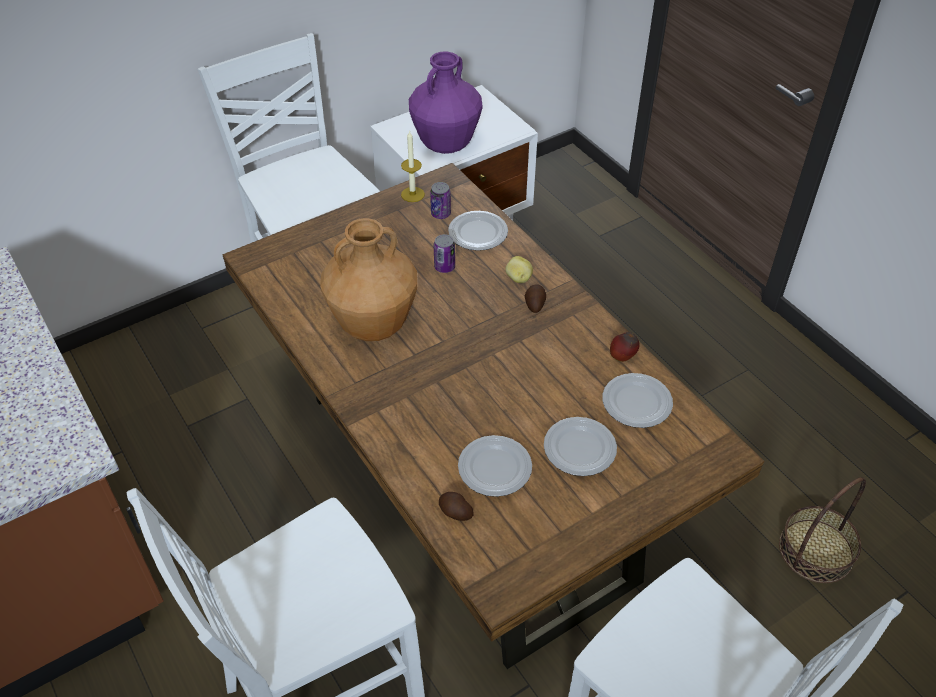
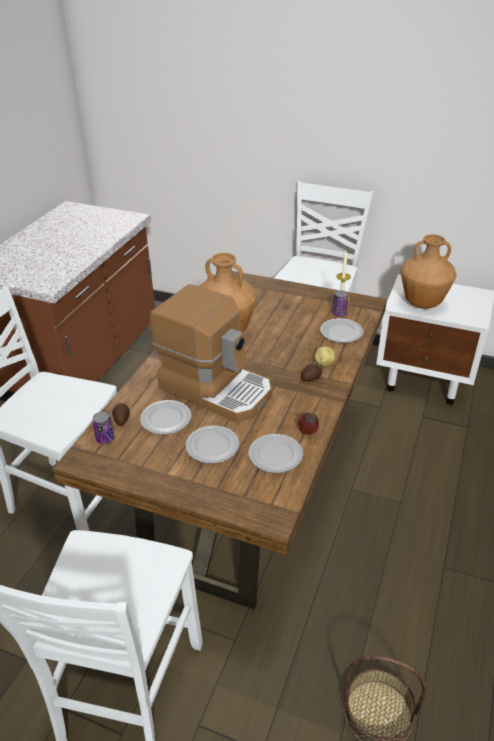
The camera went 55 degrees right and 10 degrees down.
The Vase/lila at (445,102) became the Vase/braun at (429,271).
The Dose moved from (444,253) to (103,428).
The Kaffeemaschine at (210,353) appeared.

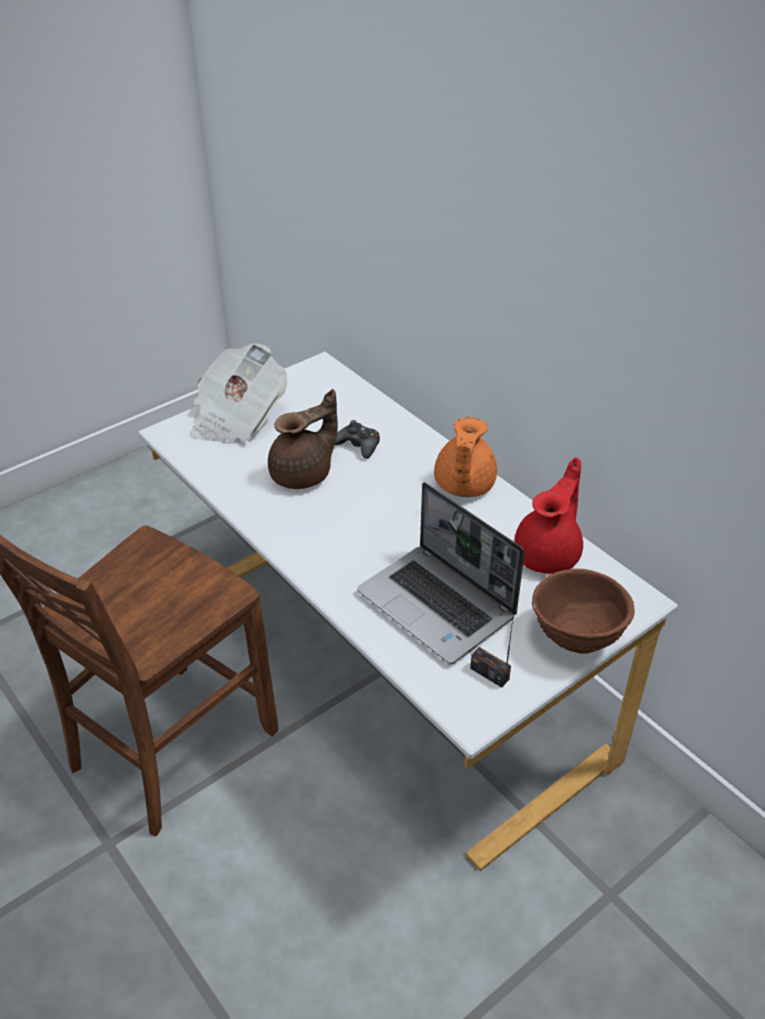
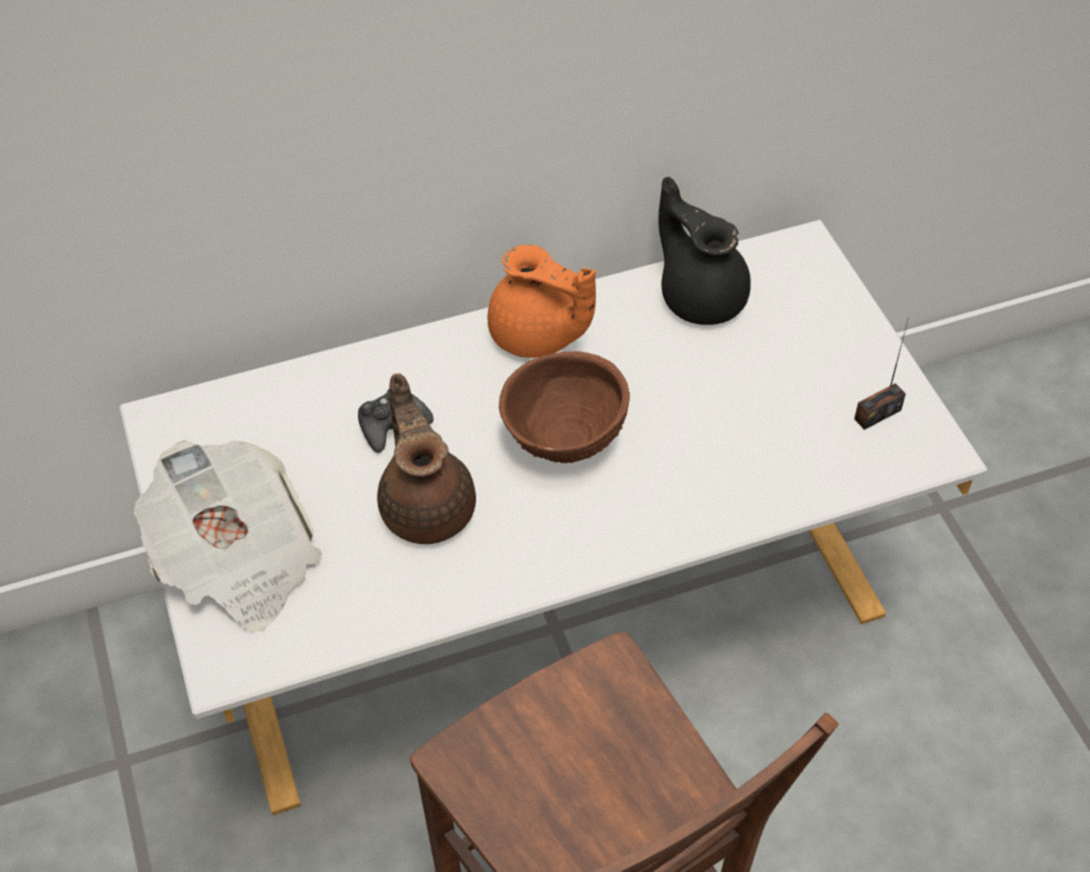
The camera went 70 degrees left and 10 degrees up.
The Teekanne/rot at (548,515) became the Teekanne/schwarz at (705,251).
The Laptop at (441,573) disappeared.
The Schüssel/braun moved from (583,611) to (564,407).

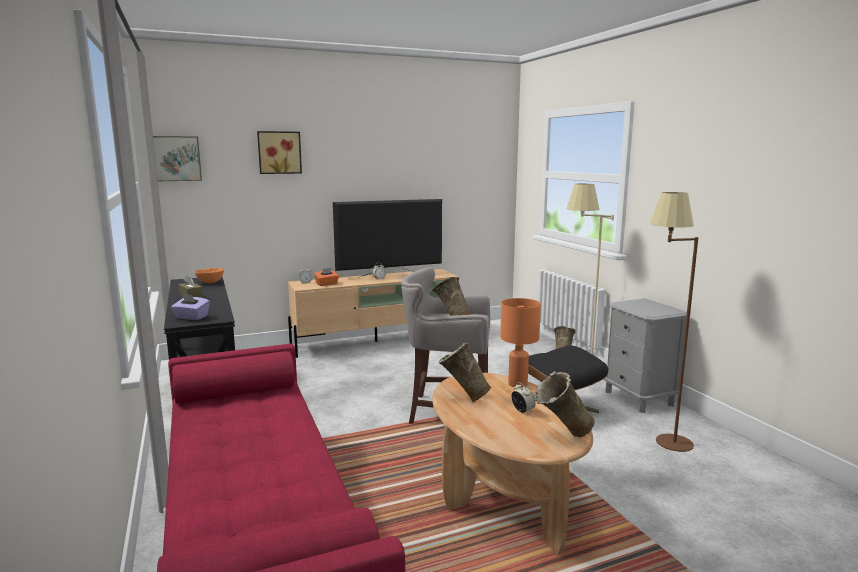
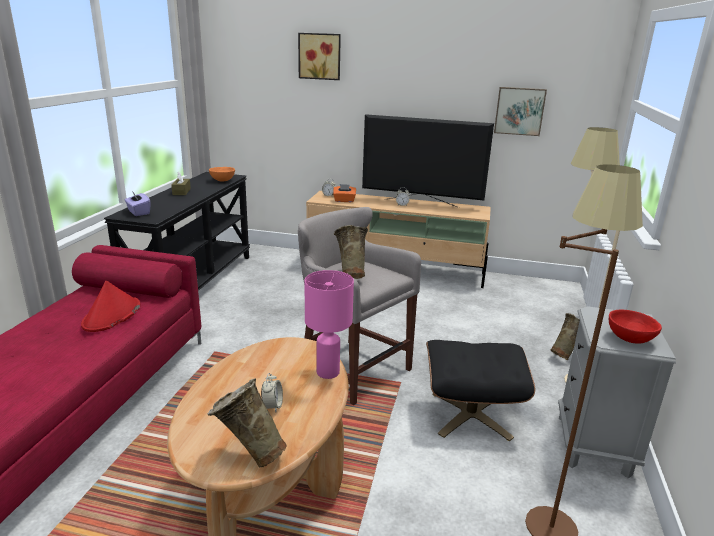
The camera went 35 degrees right and 10 degrees up.
The Bild moved from (177,158) to (520,111).
The Tischlampe/orange at (520,343) became the Tischlampe/rosa at (329,324).
The Vase/beige at (465,372) disappeared.
The Hut/rot at (110,306) appeared.
The Schüssel/rot at (635,327) appeared.

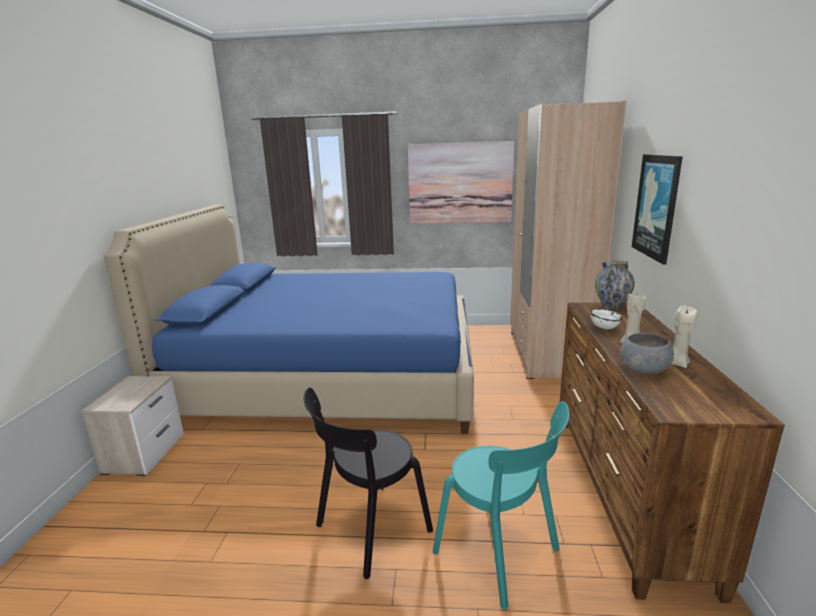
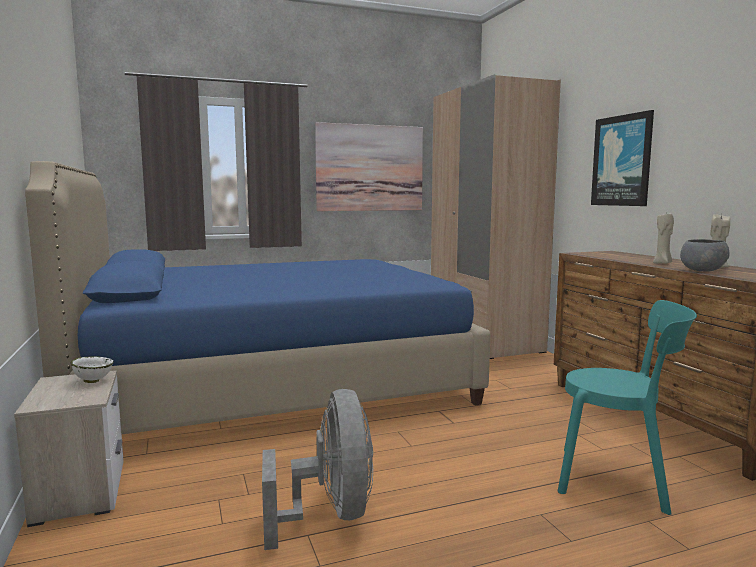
The camera went 25 degrees left and 10 degrees down.
The Vase at (615,286) disappeared.
The Schüssel/weiß moved from (606,320) to (92,369).
The Stuhl/schwarz at (368,483) disappeared.
The Ventilator/grau at (317,469) appeared.

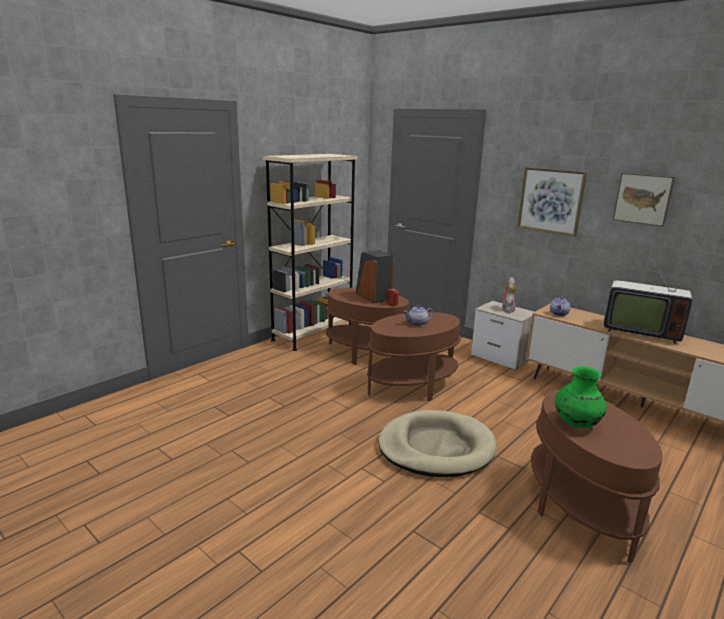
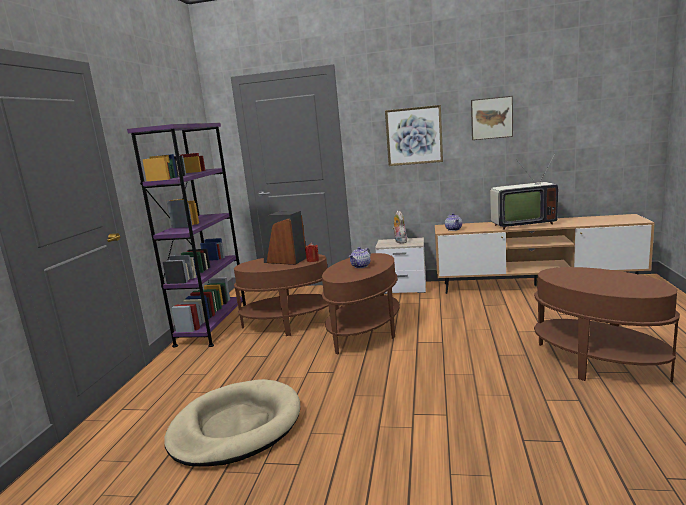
The camera went 30 degrees left and 5 degrees down.
The Bücherregal/beige at (310,252) became the Bücherregal/lila at (186,235).
The Vase/grün at (581,397) disappeared.
The Hundebett/beige moved from (437,443) to (232,423).

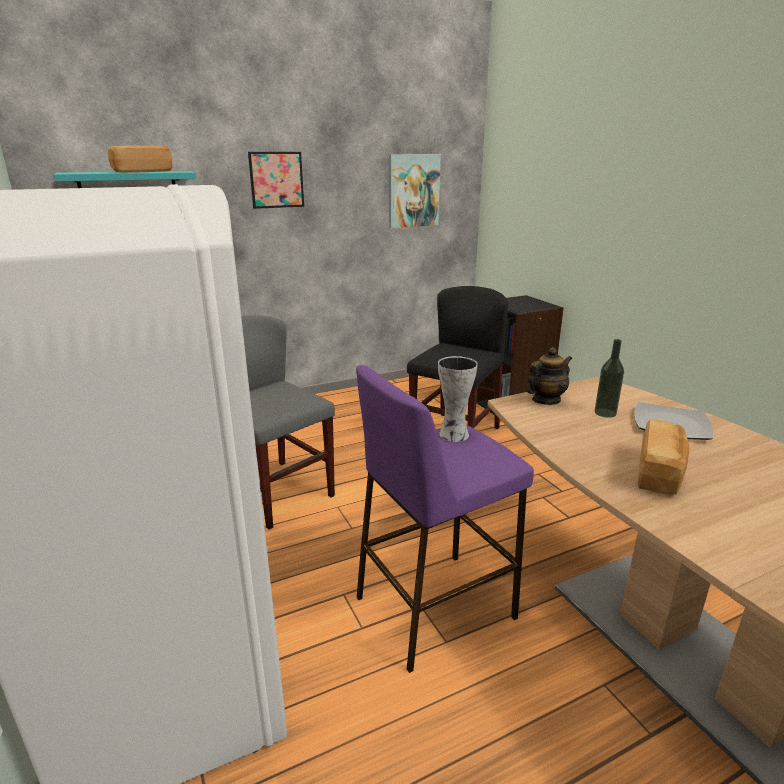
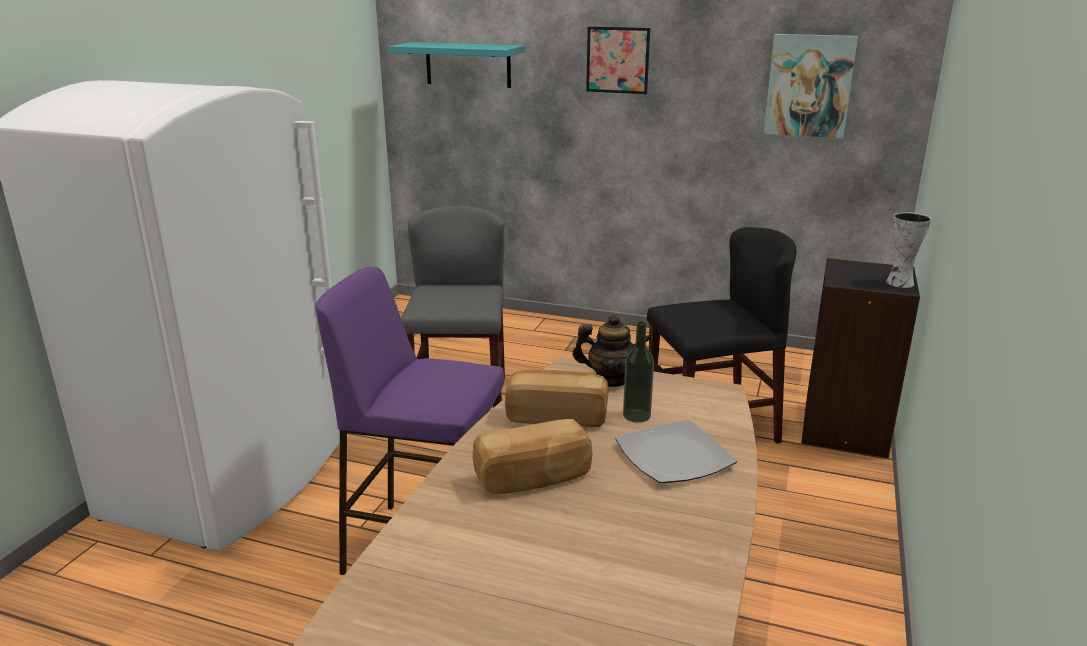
The camera went 45 degrees right and 0 degrees up.
The Brot moved from (140,159) to (557,398).
The Vase moved from (458,399) to (908,250).

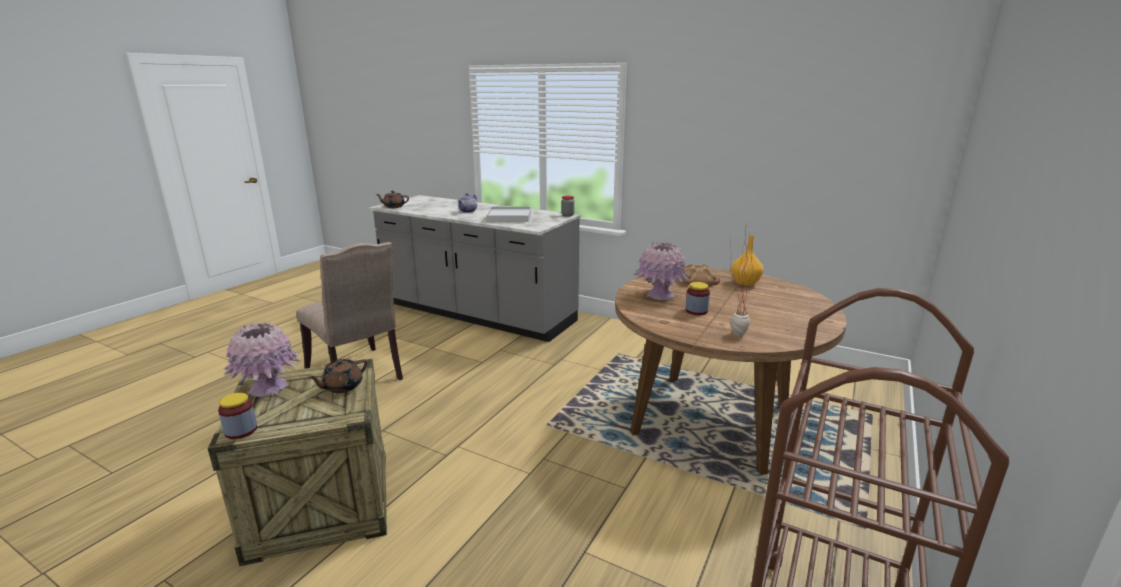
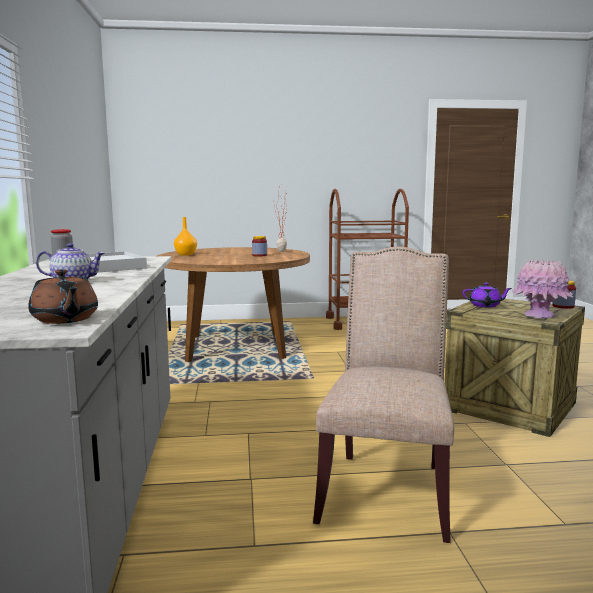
The camera went 125 degrees left and 10 degrees down.
The Vase/rosa at (661,271) disappeared.
The Brot at (698,275) disappeared.
The Teekanne/braun at (338,376) became the Teekanne/lila at (487,295).

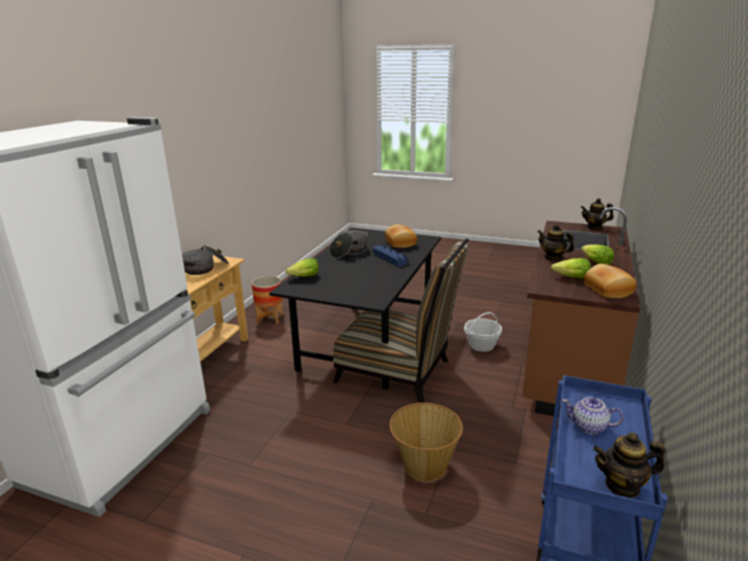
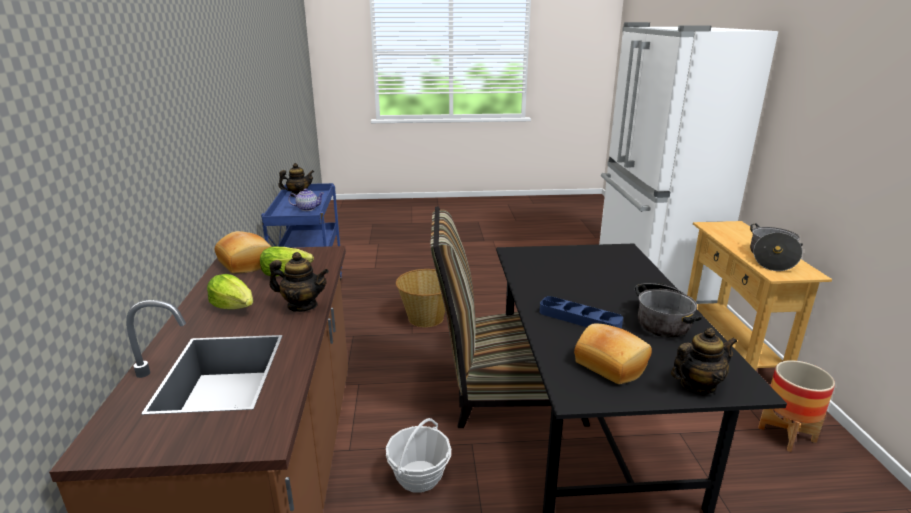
The camera went 155 degrees right and 0 degrees up.
The Teekanne moved from (597,214) to (704,361).
The Salatkopf at (302,267) disappeared.

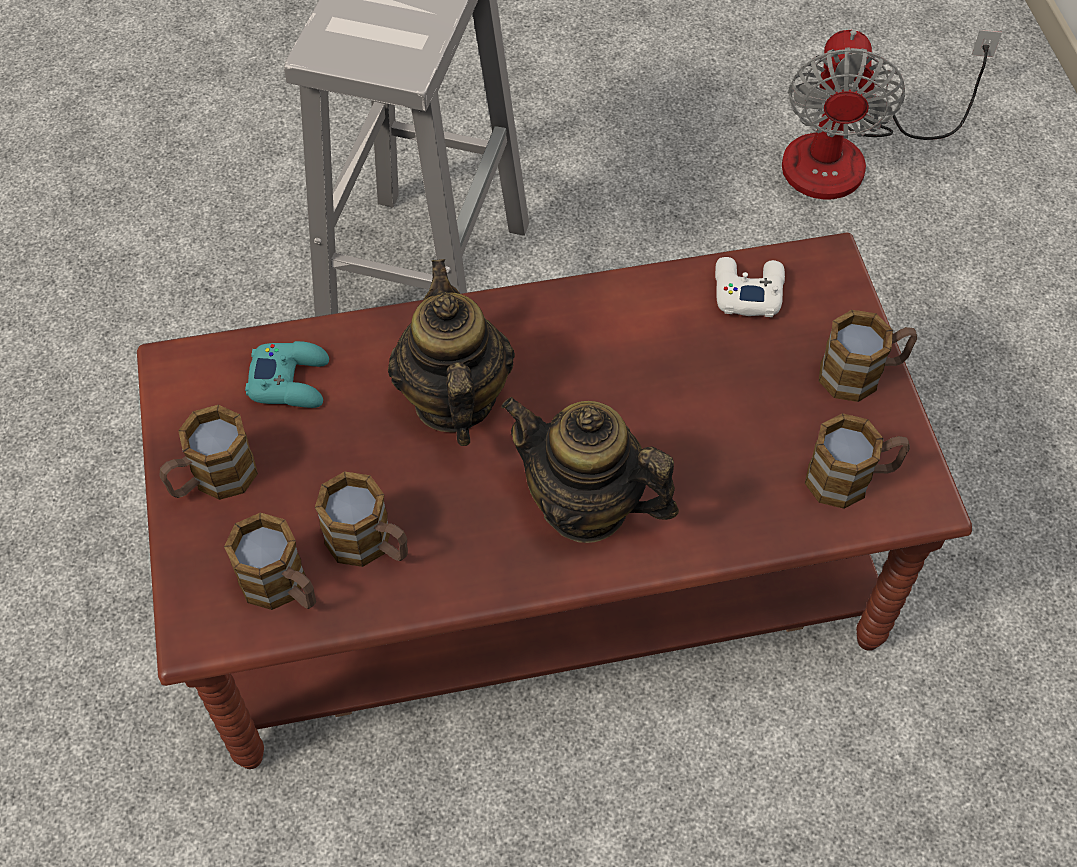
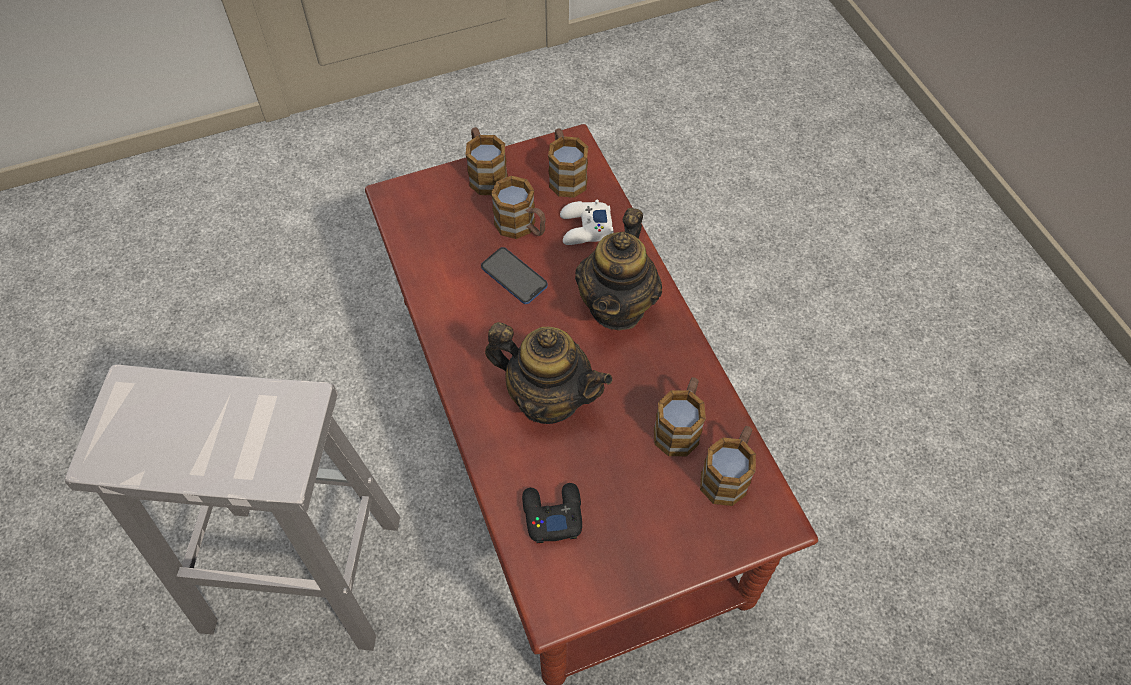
The camera went 100 degrees left and 0 degrees up.
The Ventilator at (892,115) disappeared.
The Gamepad/weiß moved from (750,287) to (586,222).
The Teekanne at (451,352) turned 135 degrees counterclockwise.
The Gamepad/türkis at (287,374) became the Gamepad/schwarz at (552,513).
The Henkelbecher moved from (208,452) to (518,207).
The Handy at (514,275) appeared.

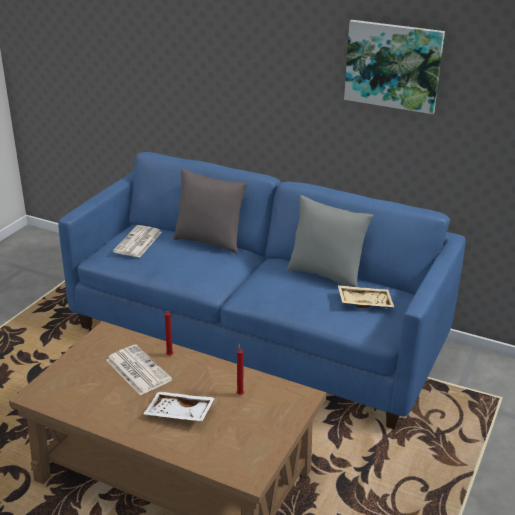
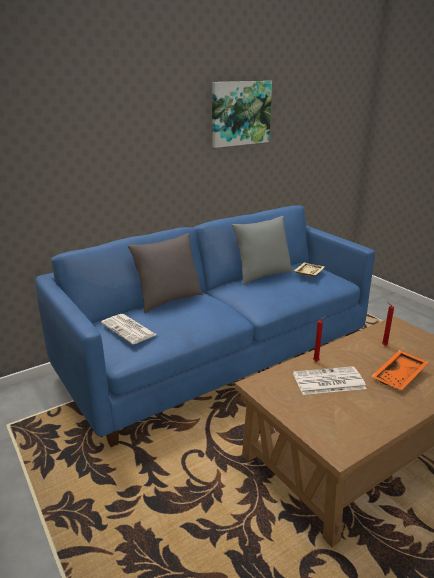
The camera went 60 degrees left and 5 degrees down.
The Tablett/weiß at (179,406) became the Tablett/orange at (400,370).

